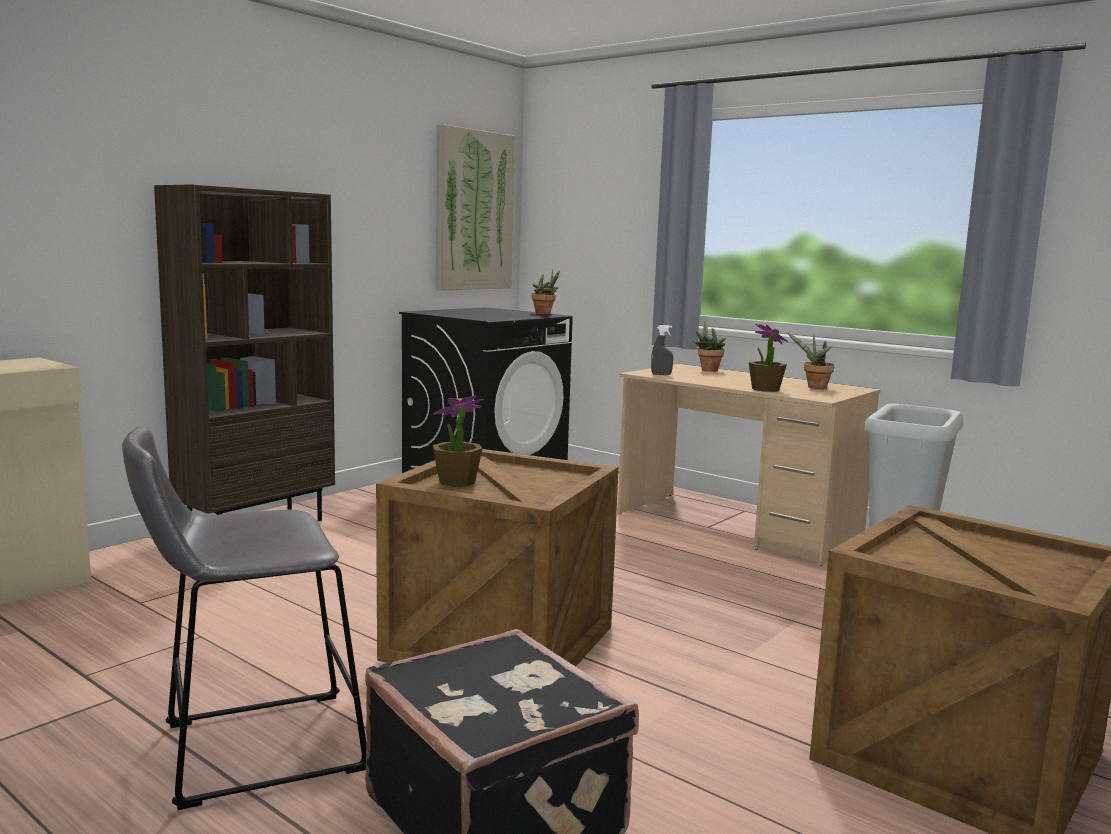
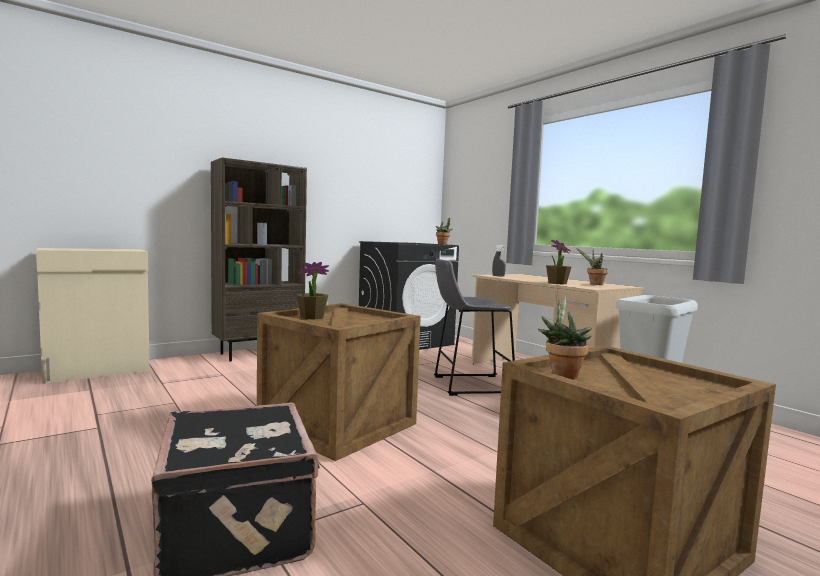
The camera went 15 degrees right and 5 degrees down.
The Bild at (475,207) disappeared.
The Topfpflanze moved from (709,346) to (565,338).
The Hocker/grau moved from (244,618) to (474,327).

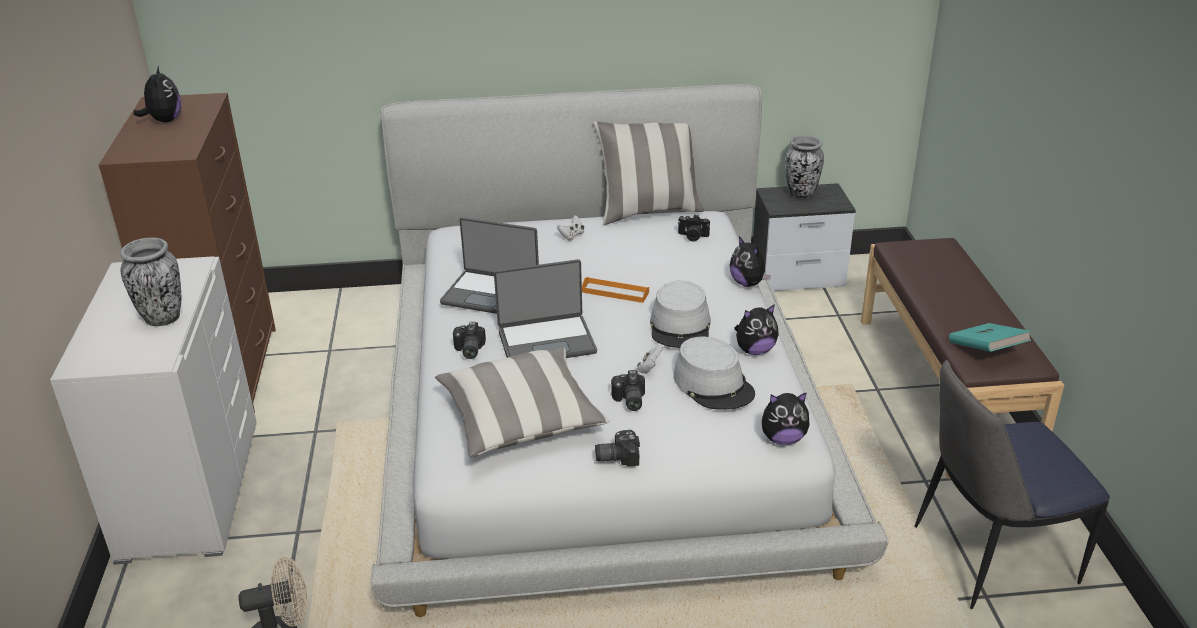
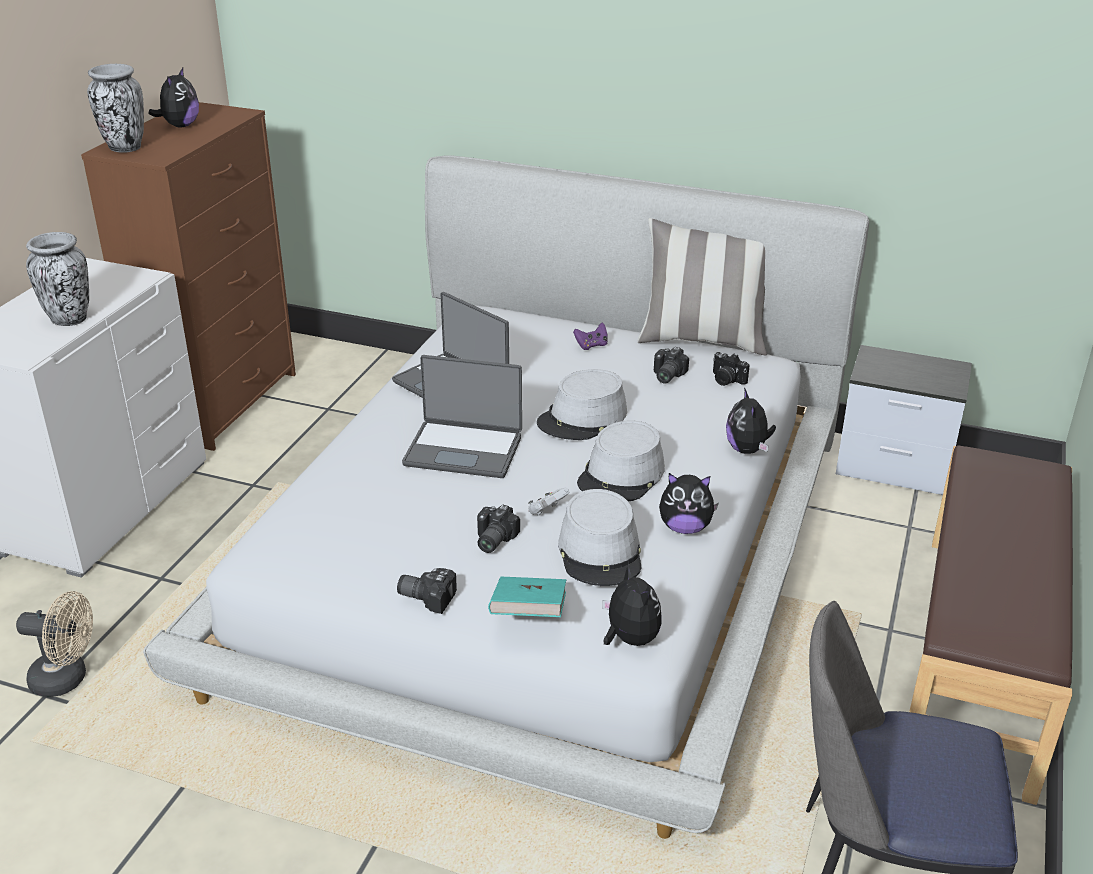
The camera went 25 degrees right and 0 degrees up.
The Vase moved from (804,167) to (115,108).
The Gamepad/weiß at (570,228) became the Gamepad/lila at (590,336).
The Tablett/orange at (615,290) was replaced by the Hut/grau at (582,404).
The Kamera moved from (469,340) to (671,365).
The Buch/türkis moved from (990,337) to (527,597).
The Kissen at (522,402) disappeared.
The Plüschtier at (785,418) turned 135 degrees counterclockwise.

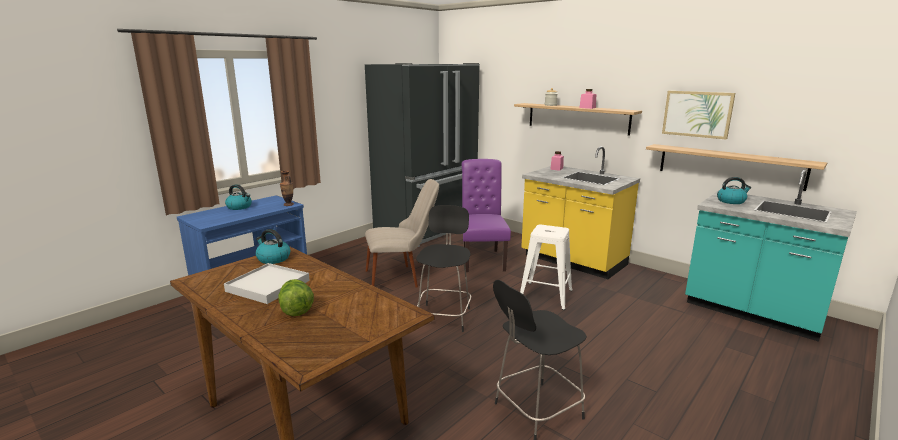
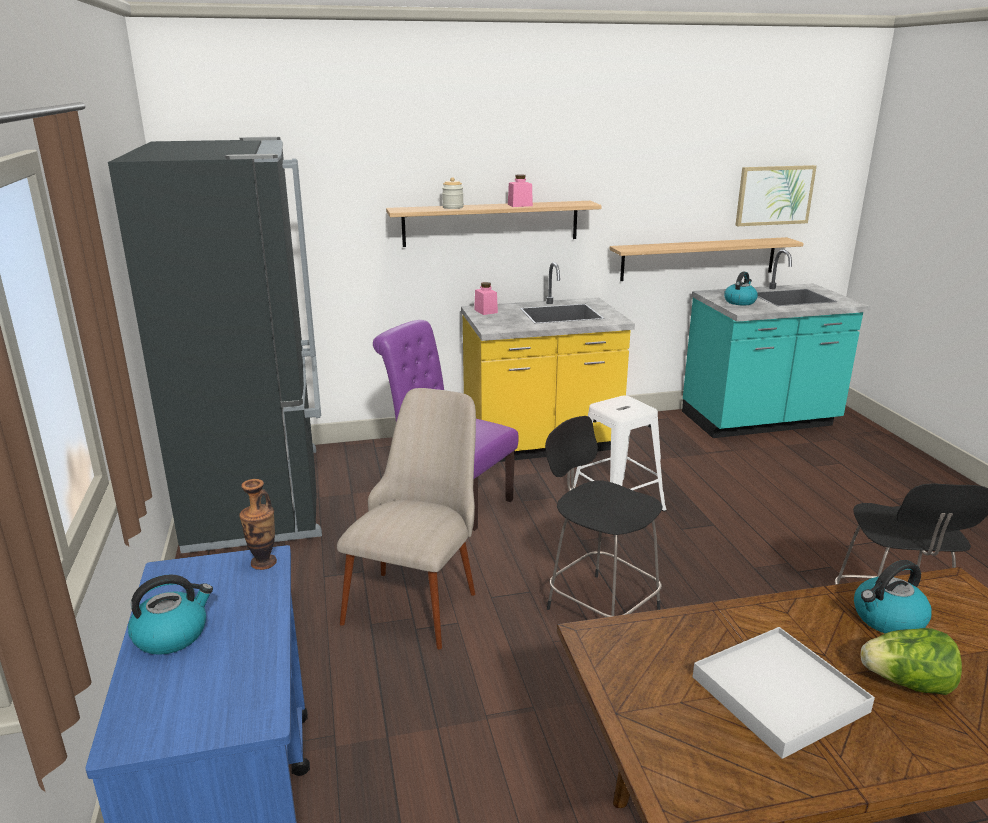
The camera went 55 degrees left and 5 degrees up.
The Bild moved from (698,115) to (776,195).
The Wasserkessel moved from (273,246) to (893,596).

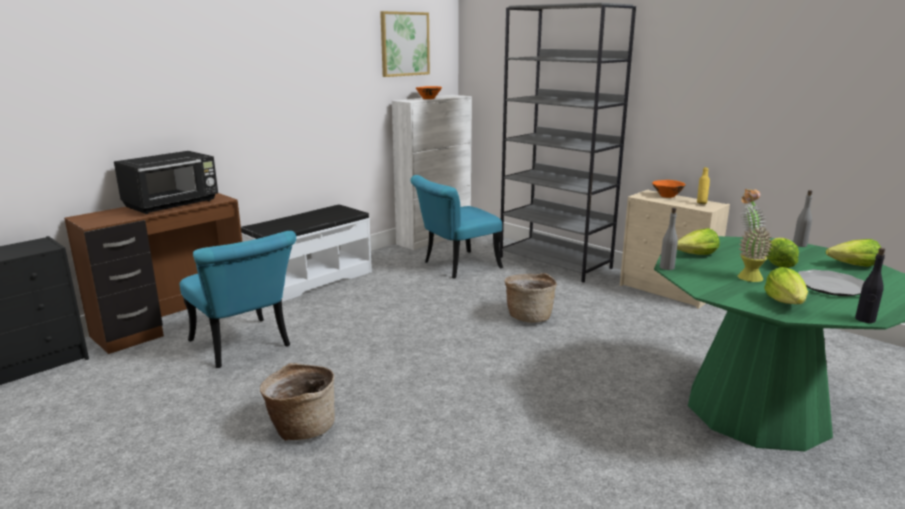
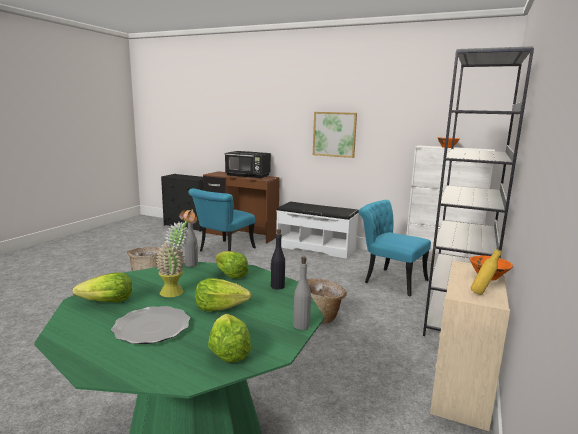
The camera went 70 degrees right and 5 degrees down.
The Bild moved from (405,44) to (335,135).
The Flasche/schwarz moved from (870,285) to (278,259).

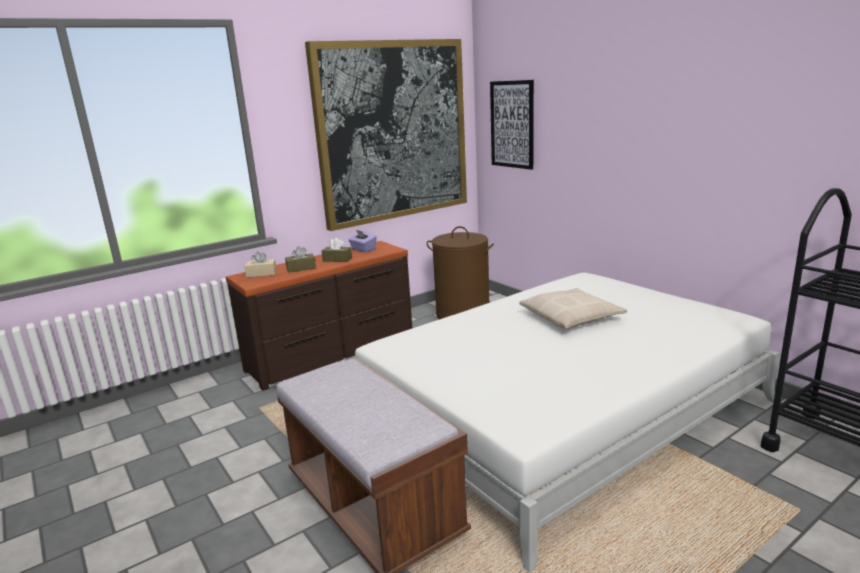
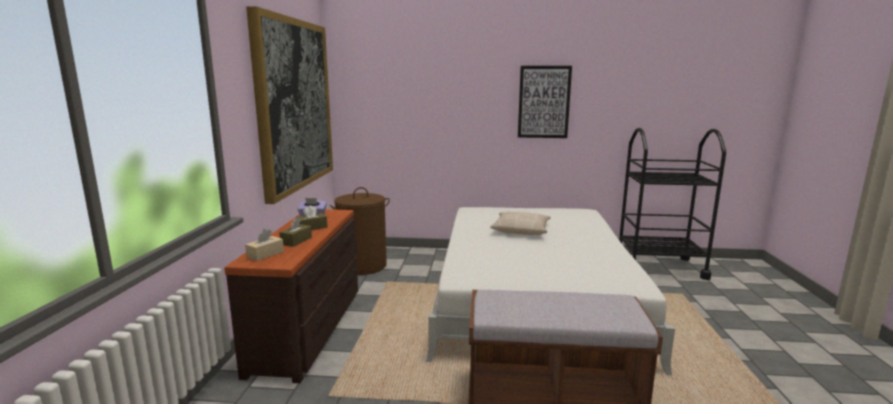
The camera went 50 degrees left and 5 degrees down.
The Bild moved from (512,125) to (545,102).

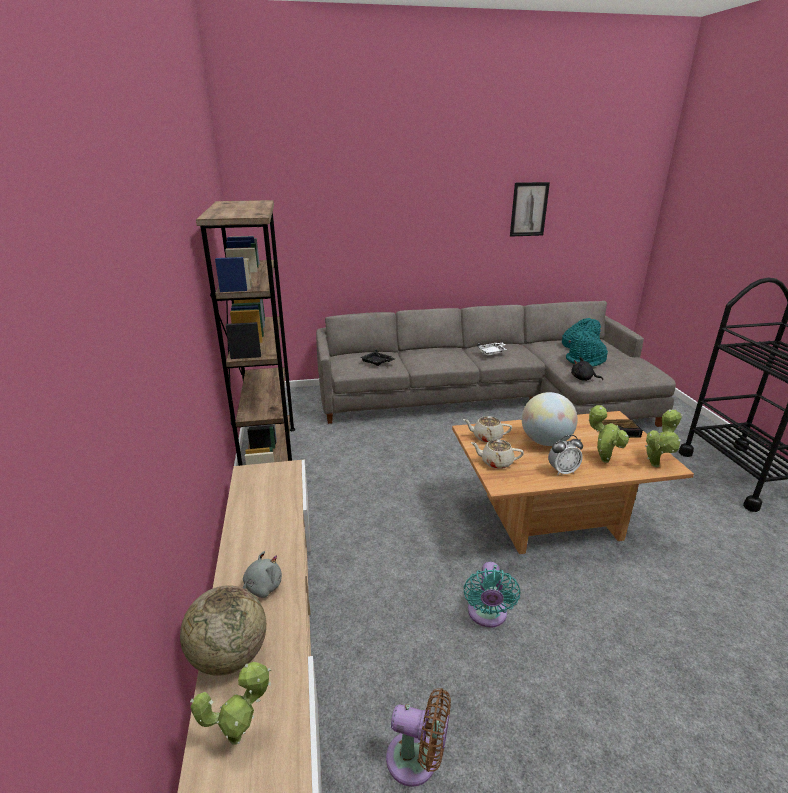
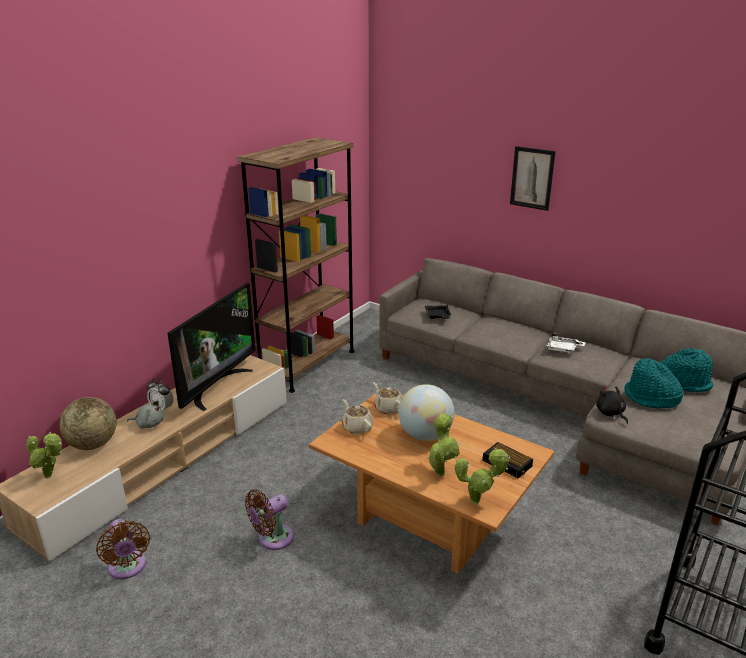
The camera went 45 degrees right and 0 degrees up.
The Bild moved from (530,209) to (533,178).
The Wecker moved from (565,455) to (160,396).
The Ventilator/türkis at (492,595) became the Ventilator/braun at (269,519).
The Fernseher at (212,347) appeared.

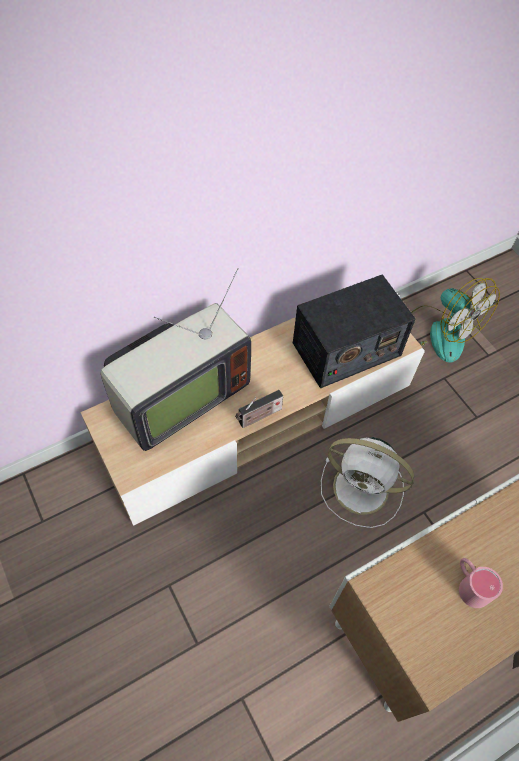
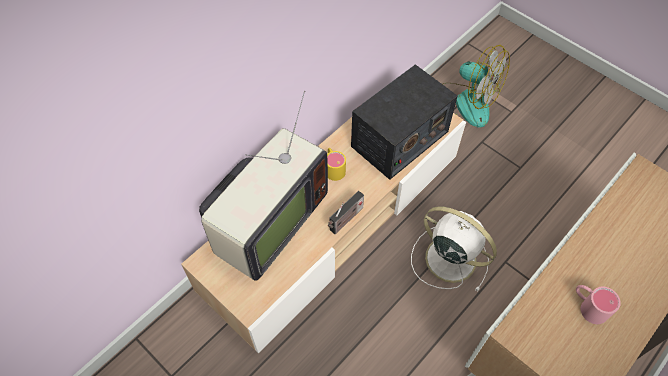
The camera went 15 degrees left and 0 degrees up.
The Ventilator/weiß at (367,482) turned 150 degrees counterclockwise.
The Henkelbecher/gelb at (336,164) appeared.

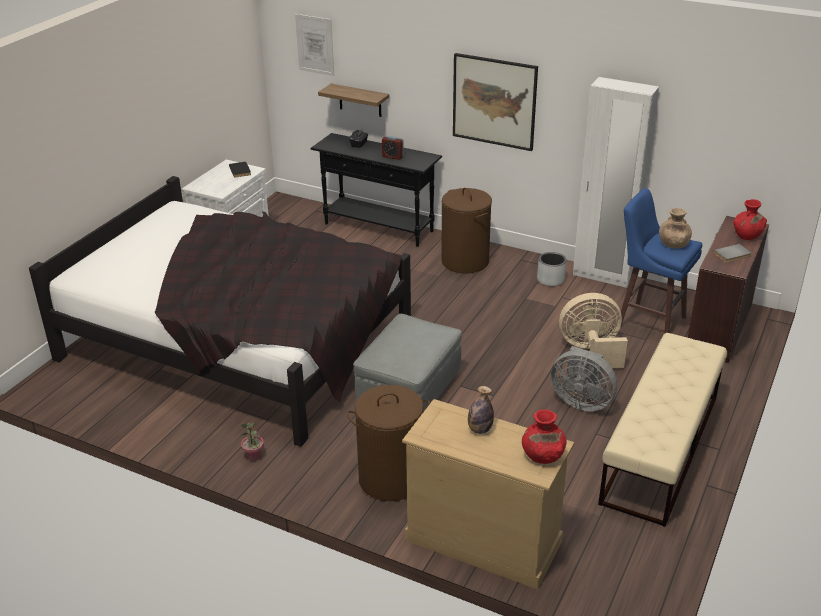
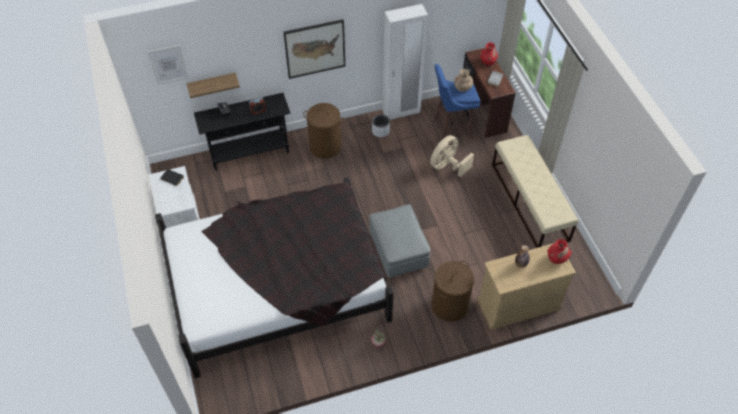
The camera went 45 degrees left and 20 degrees up.
The Ventilator/grau at (584,378) disappeared.

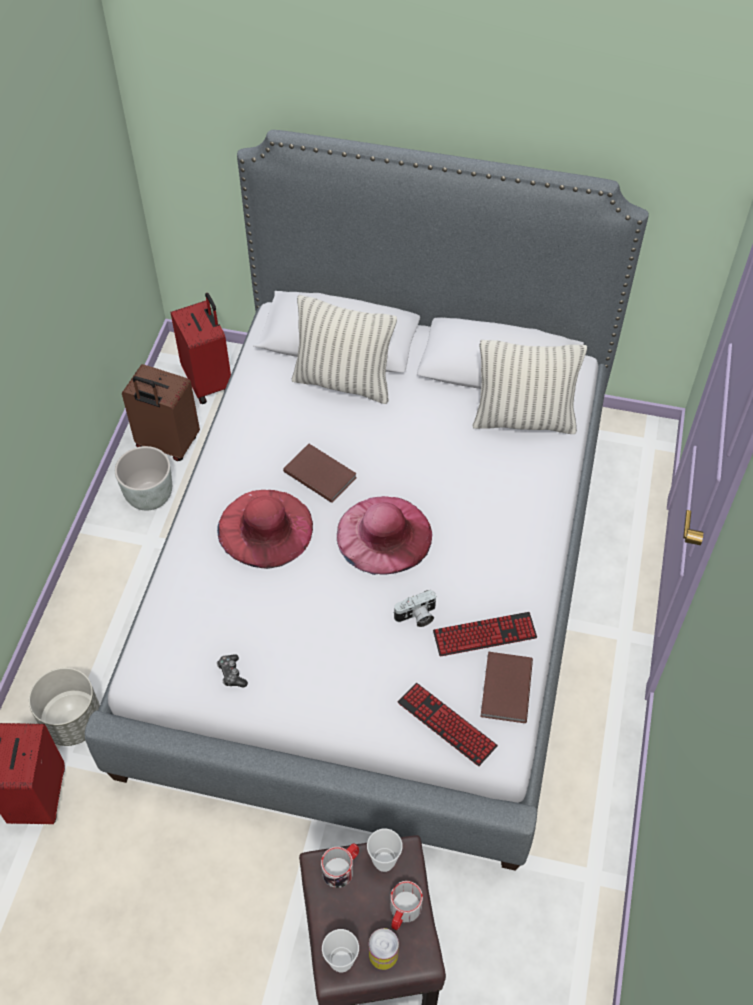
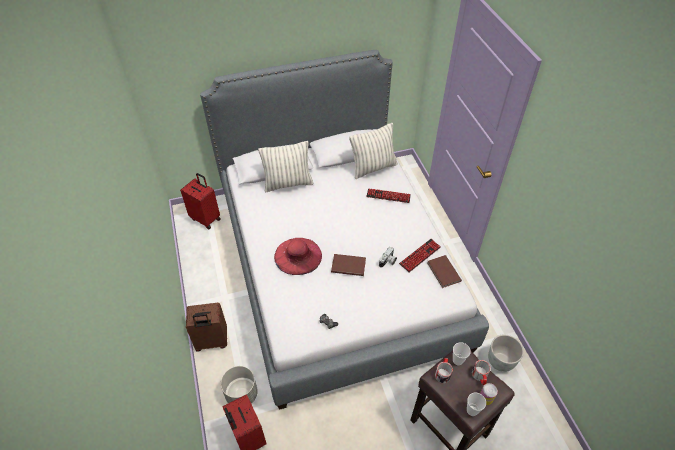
The camera went 30 degrees left and 5 degrees down.
The Koffer/braun moved from (161,412) to (206,327).
The Buch/braun moved from (320,473) to (348,265).
The Pflanzkübel/grau moved from (143,478) to (506,353).
The Hut/rosa at (384,535) disappeared.
The Tastatur moved from (447,724) to (388,195).

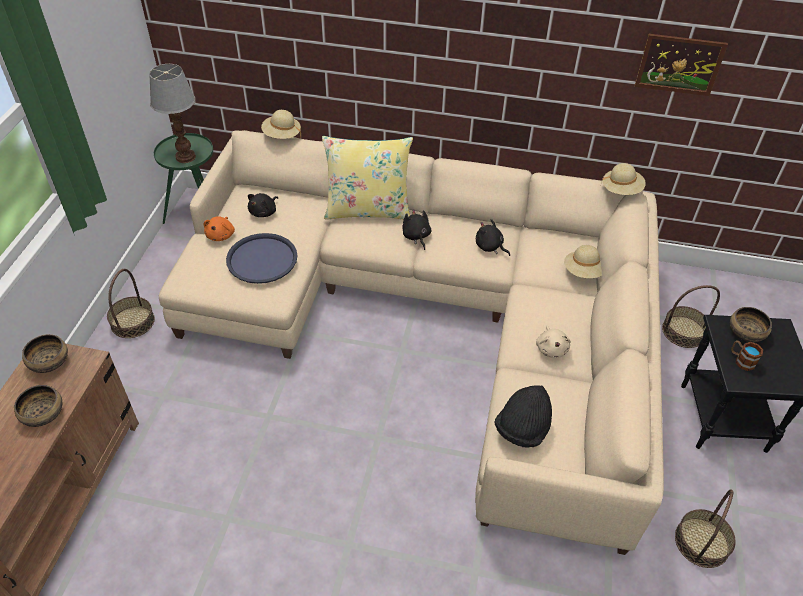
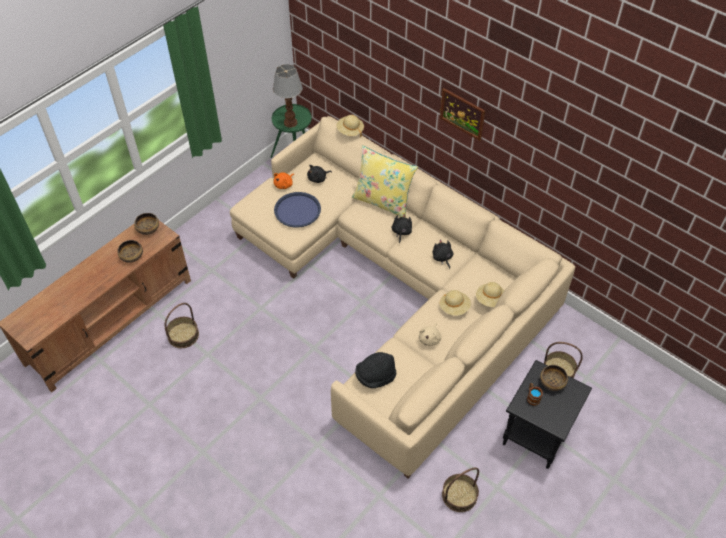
The camera went 30 degrees right and 5 degrees up.
The Bild moved from (681,65) to (462,114).
The Hut/beige moved from (624,179) to (455,303).
The Korb moved from (131,303) to (182,325).

